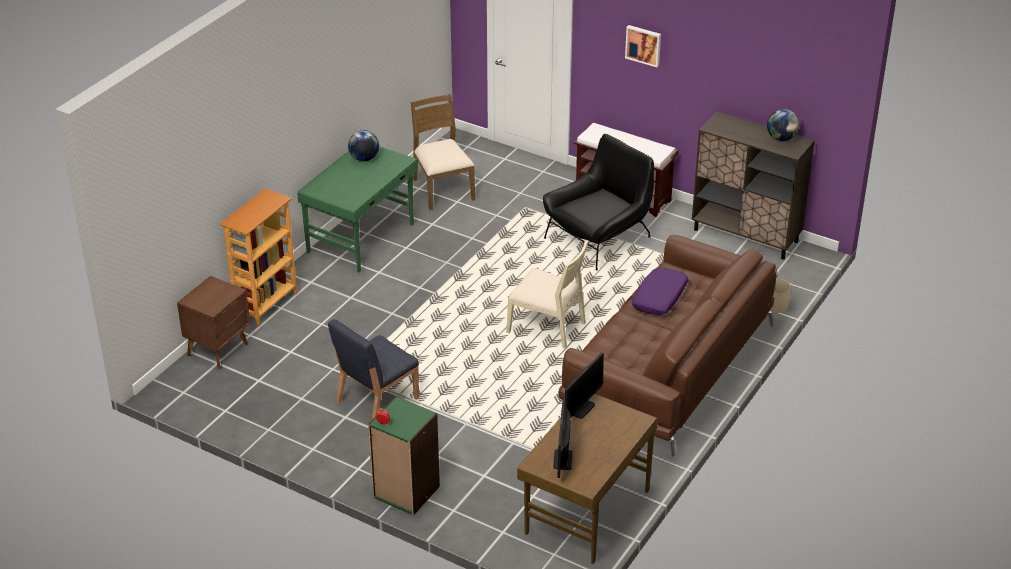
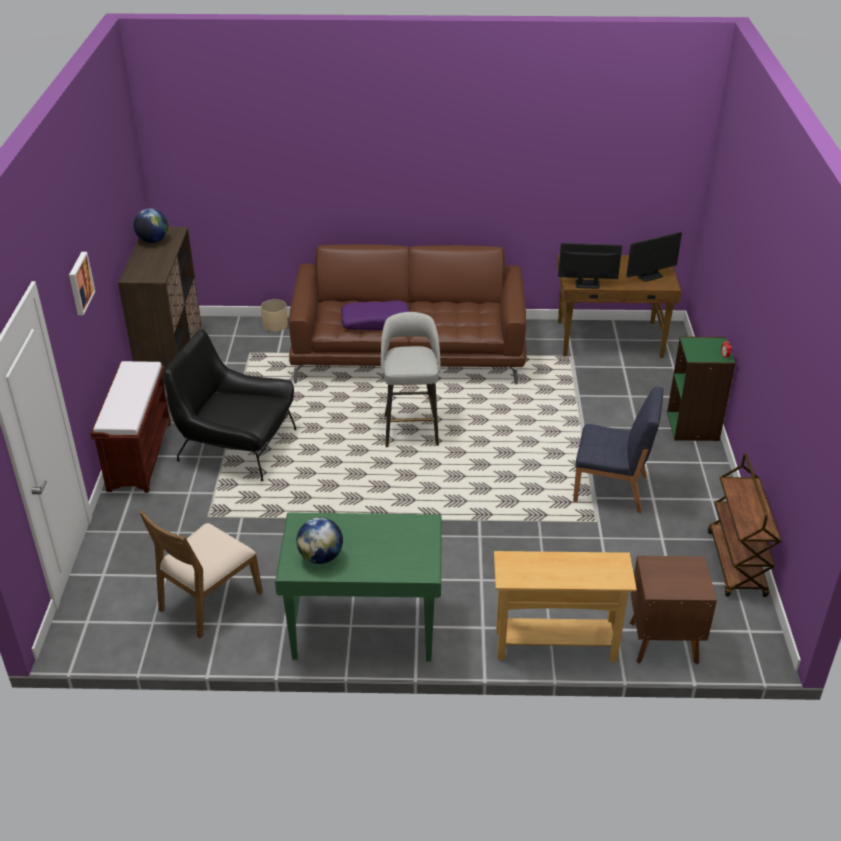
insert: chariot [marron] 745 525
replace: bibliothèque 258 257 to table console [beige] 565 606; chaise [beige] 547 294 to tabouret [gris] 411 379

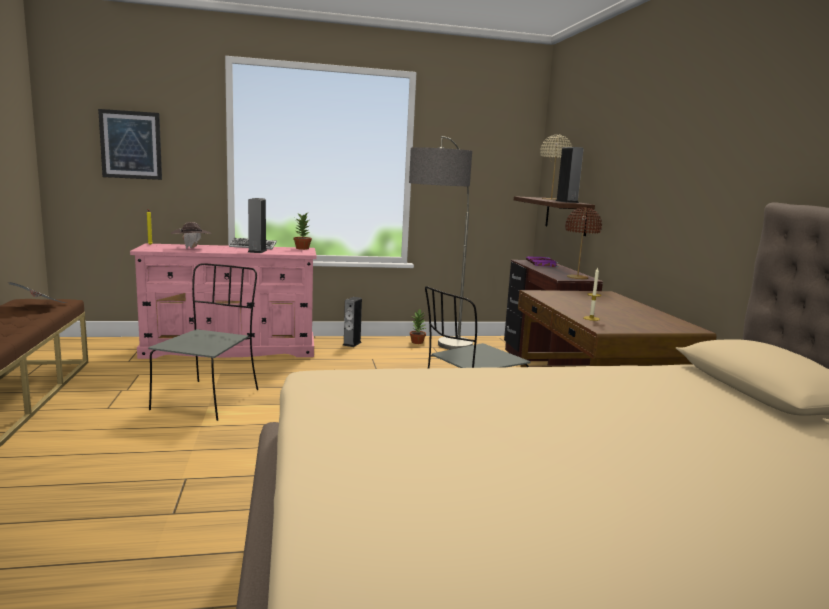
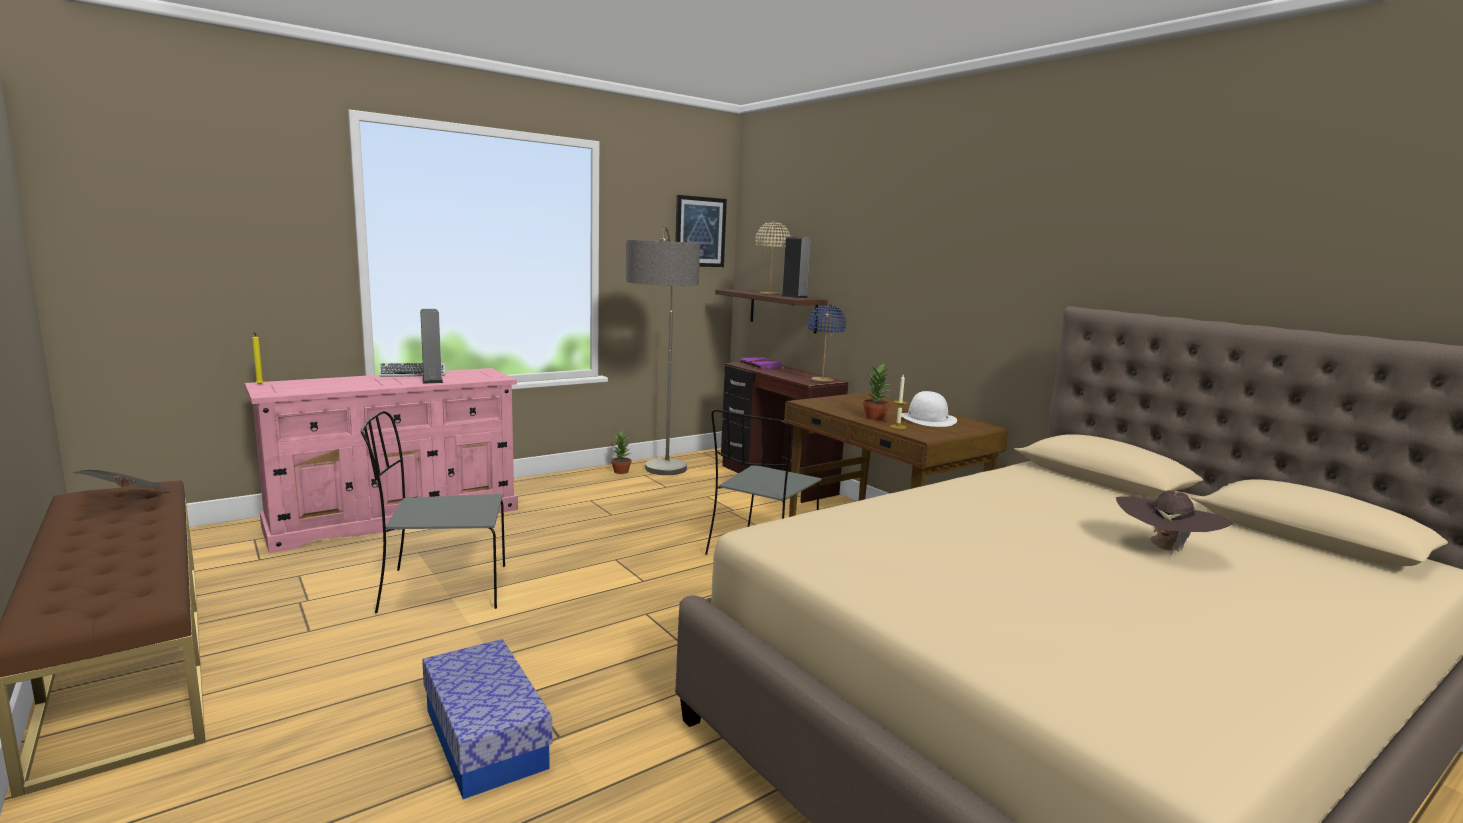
delete: enceinte 352 322
insert: boîte de rangement 487 719; chapeau [blanc] 929 409
move: tableau 130 144 to 701 231; chapeau [marron] 191 235 to 1174 523; plante en pot 303 231 to 876 392
recolor: lampe de table [marron] 583 243 to lampe de table [bleu] 827 343
rotate: chaise [gris] 203 342 = 433 512 90 degrees counterclockwise

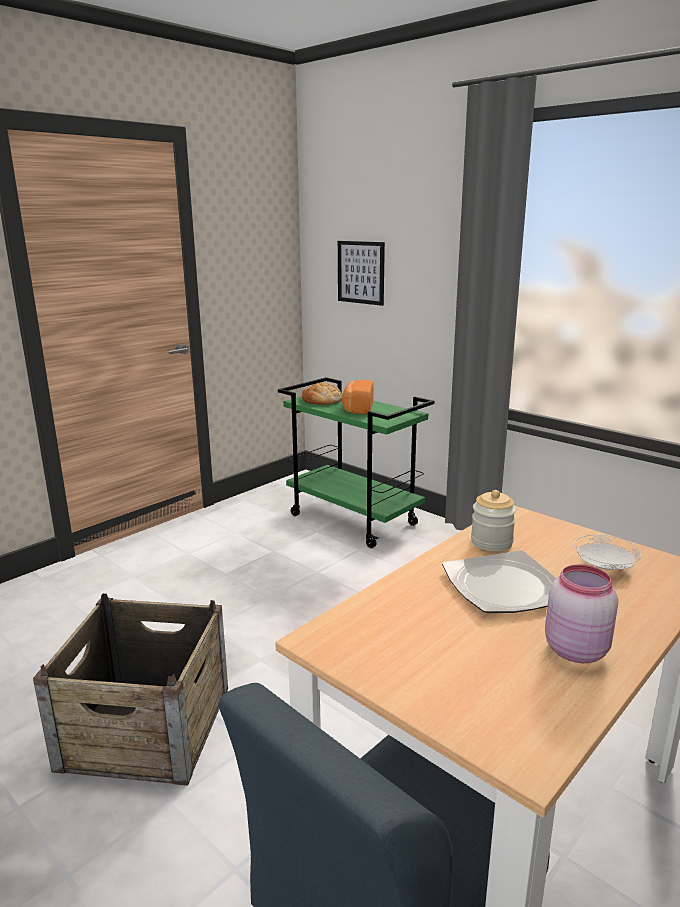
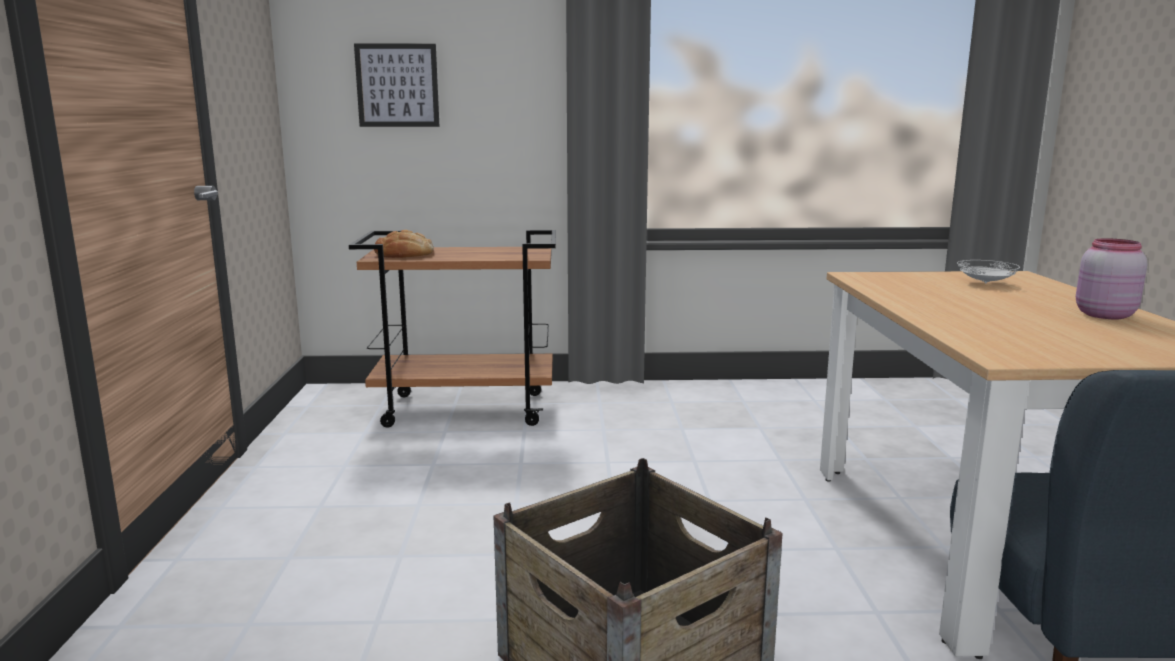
delete: pain 358 397; assiette 499 581; bocal 493 520
recolor: chariot [vert] 356 462 to chariot [marron] 452 329

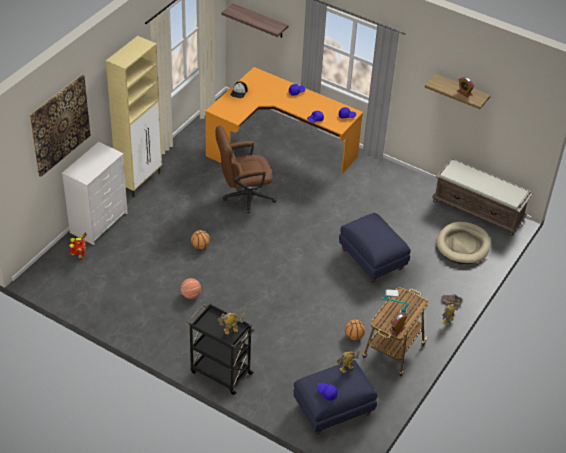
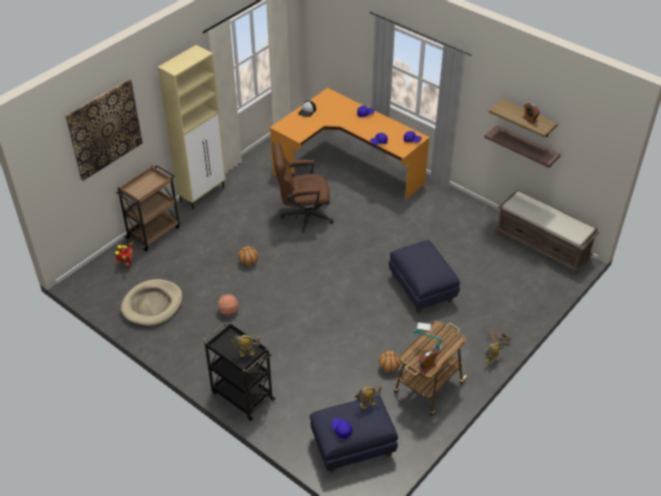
move: étagère 255 20 to 522 146; panier pour chien [beige] 463 243 to 152 302
replace: commode [blanc] 95 193 to chariot [marron] 148 208

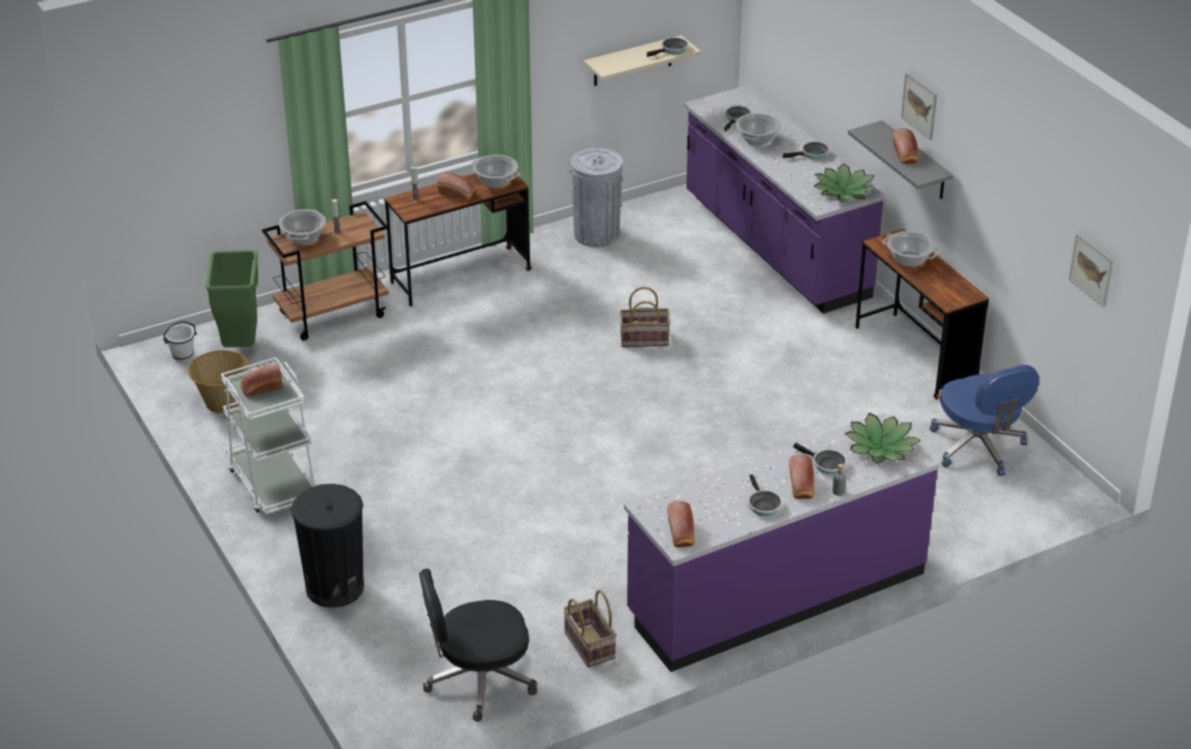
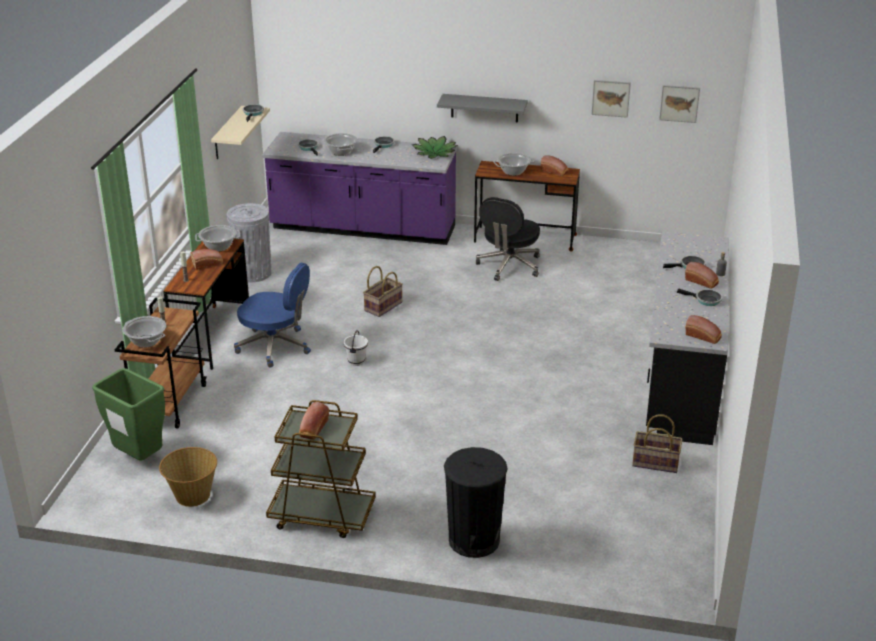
delete: plante en pot 883 438
move: seau [blanc] 180 341 to 356 348; chaise de bureau [noir] 478 645 to 508 239; pain 906 146 to 554 165; tableau 919 106 to 611 99; chaise de bureau [bleu] 984 420 to 272 314
recolor: chariot [blanc] 269 435 to chariot [marron] 321 469; comptoir de cuisine [violet] 781 542 to comptoir de cuisine [noir] 687 338

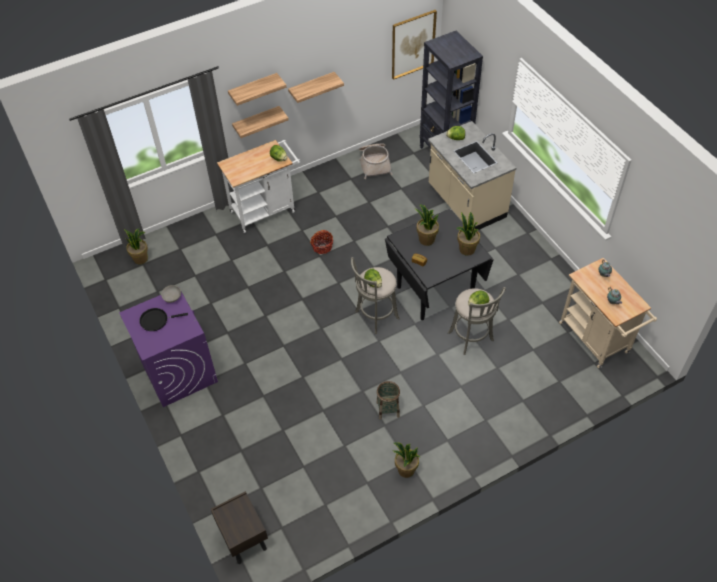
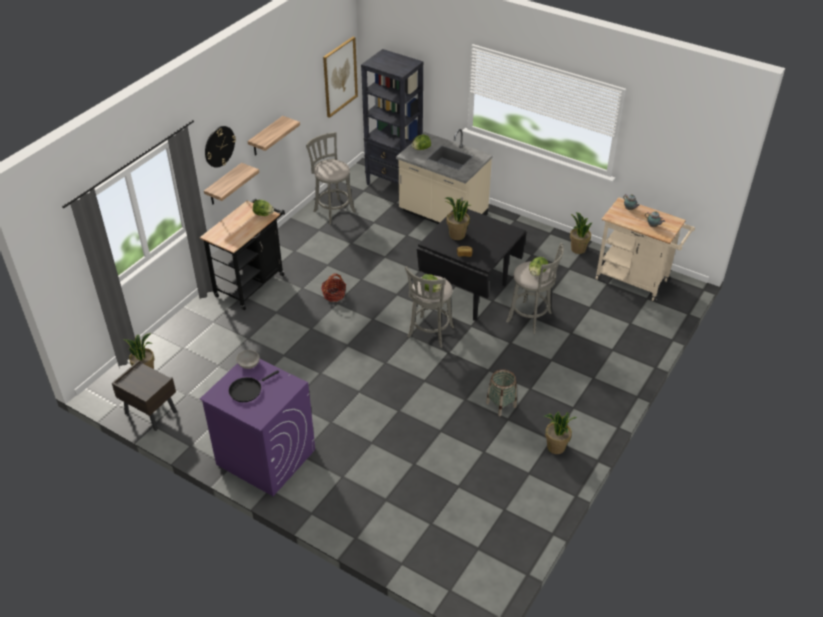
move: table de chevet [marron] 239 527 to 144 395; plante en pot 468 234 to 581 233
replace: étagère 257 89 to horloge murale 220 147; panier 376 161 to tabouret [gris] 331 178
recolor: chariot [blanc] 259 186 to chariot [noir] 242 254

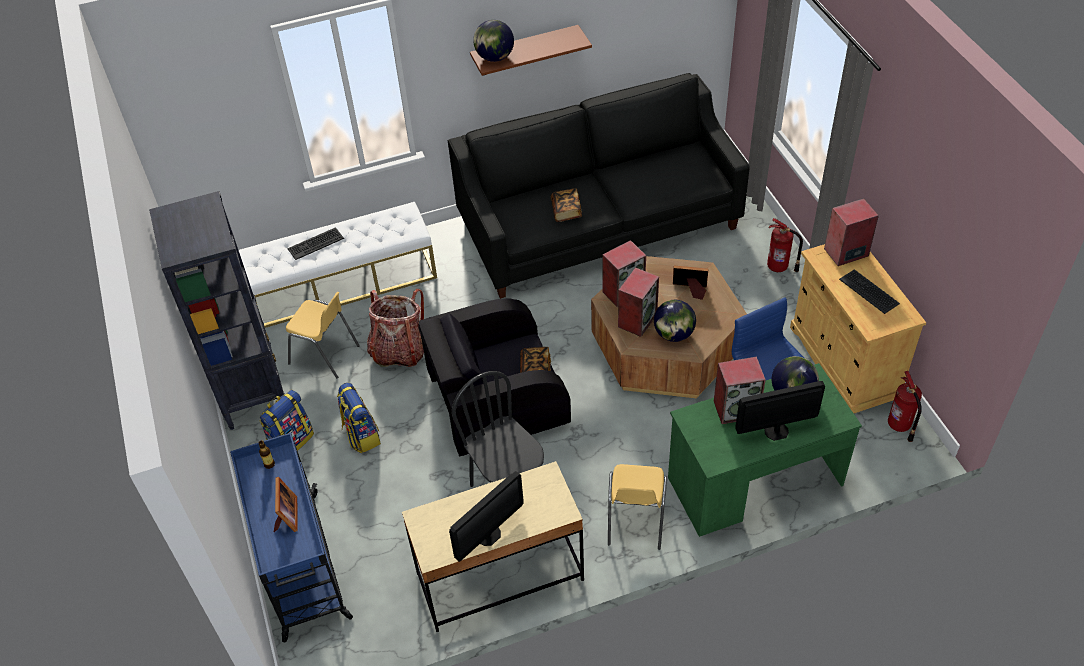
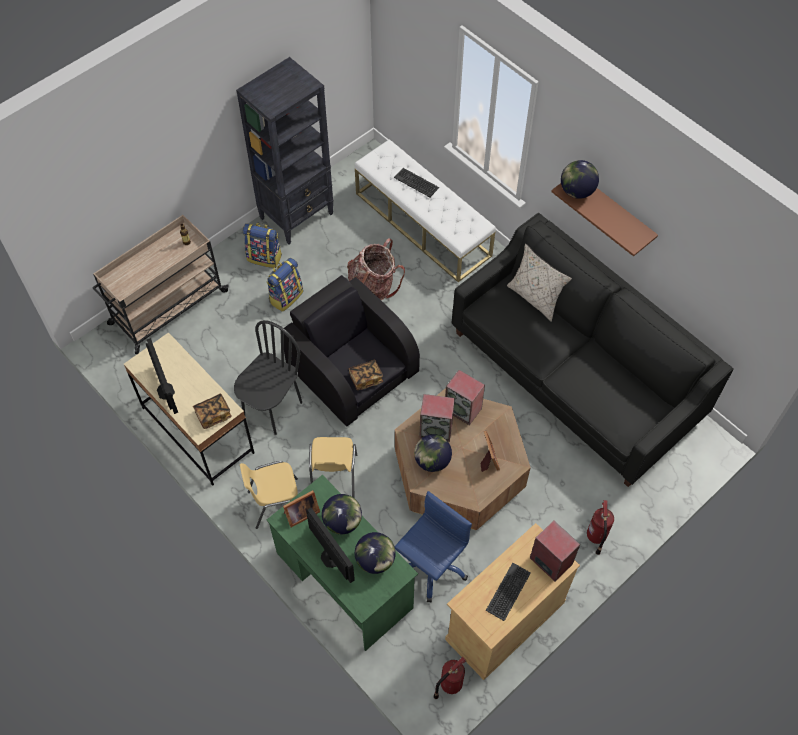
insert: coussin [beige] 539 283
move: cadre photo 286 504 to 301 508; chaise [jaune] 323 335 to 333 467; livre 566 205 to 212 411
replace: enceinte 740 390 to globe 342 514
recolor: chariot [bleu] 291 537 to chariot [beige] 160 284
rotate: écran d'ordinateur 486 516 = 162 376 135 degrees counterclockwise

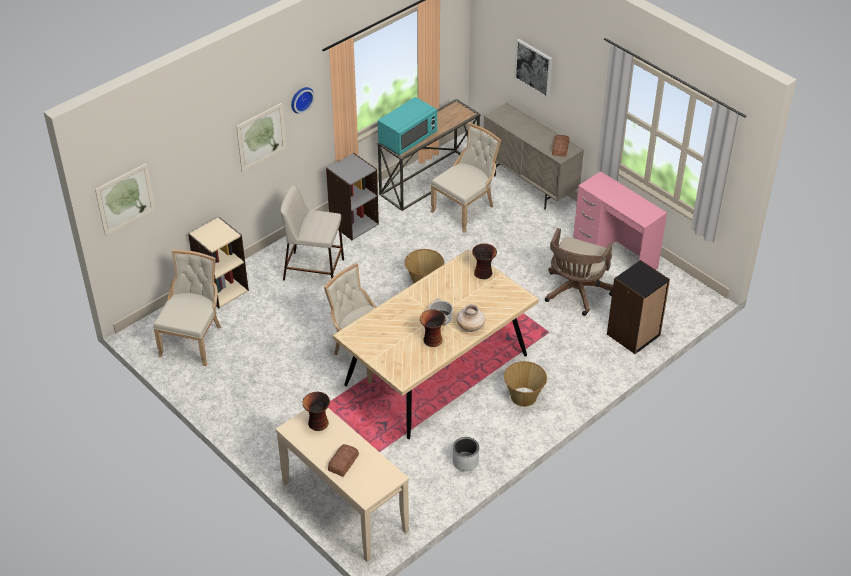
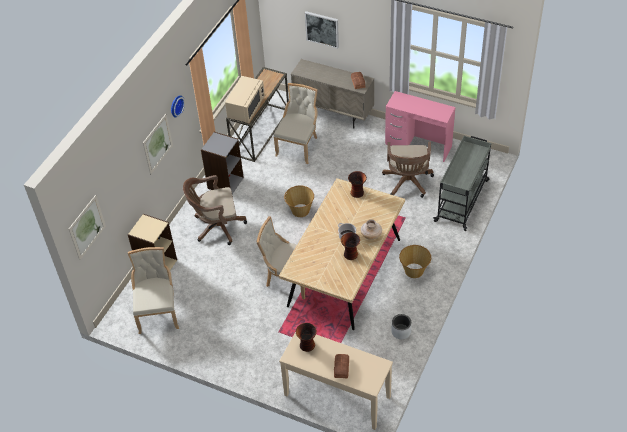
replace: tabouret [beige] 312 233 to chaise de bureau [marron] 215 210; bibliothèque [noir] 638 307 to chariot [gris] 462 183
recolor: micro-ondes [turquoise] 407 126 to micro-ondes [beige] 245 99

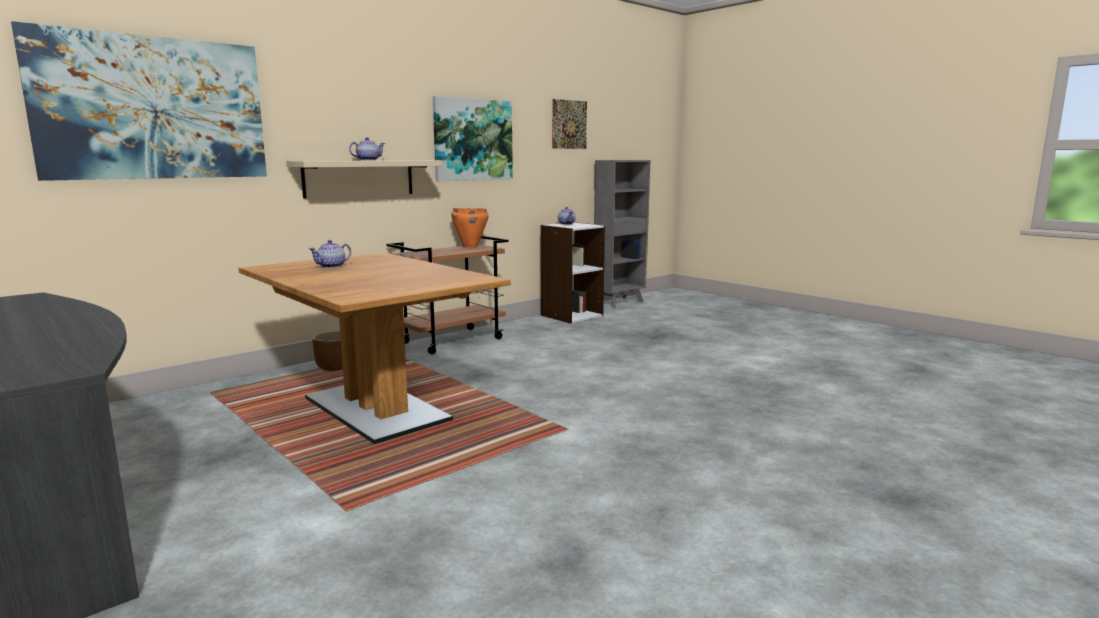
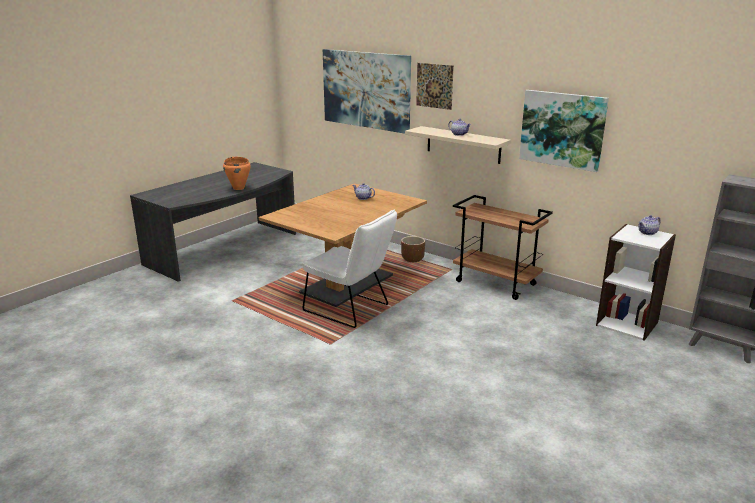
insert: chaise [blanc] 349 268
move: marmite [orange] 469 228 to 237 173; tableau 569 124 to 435 86

